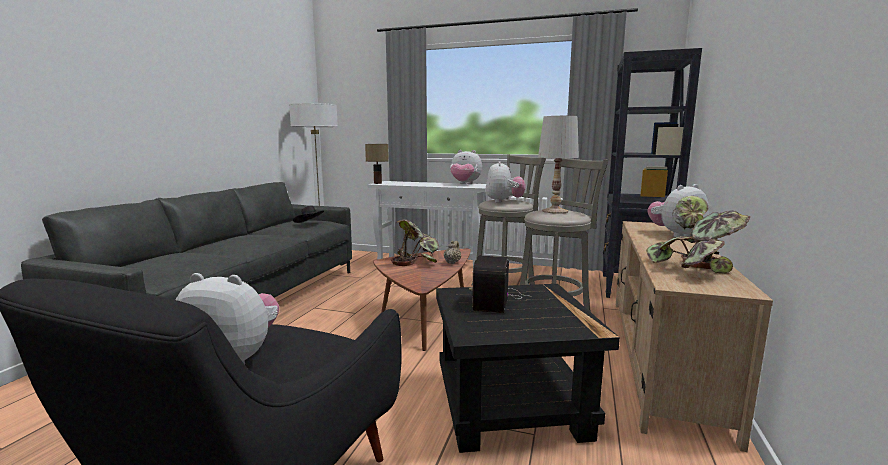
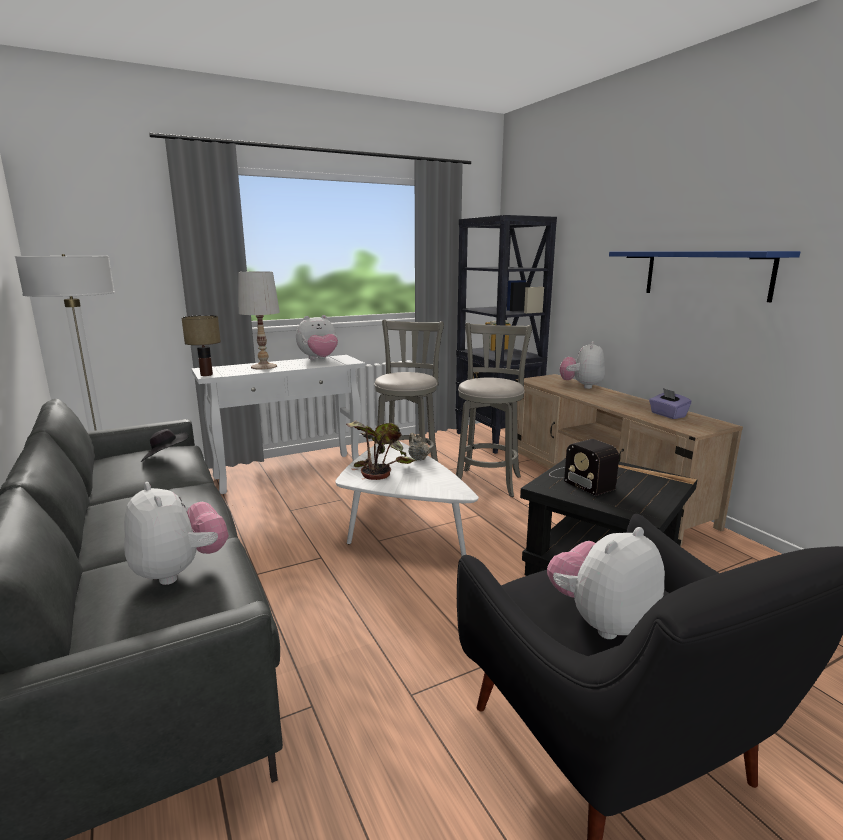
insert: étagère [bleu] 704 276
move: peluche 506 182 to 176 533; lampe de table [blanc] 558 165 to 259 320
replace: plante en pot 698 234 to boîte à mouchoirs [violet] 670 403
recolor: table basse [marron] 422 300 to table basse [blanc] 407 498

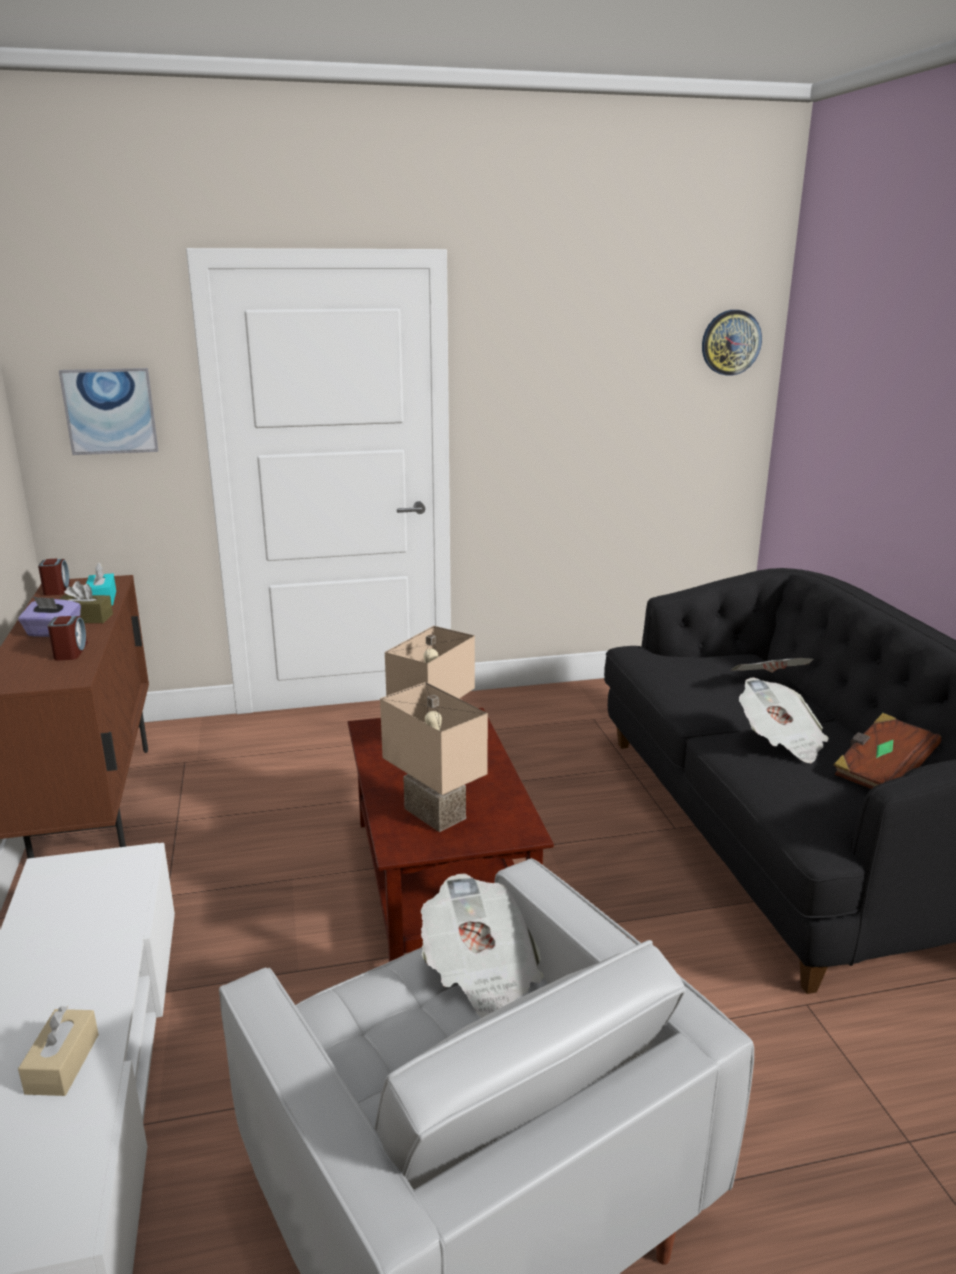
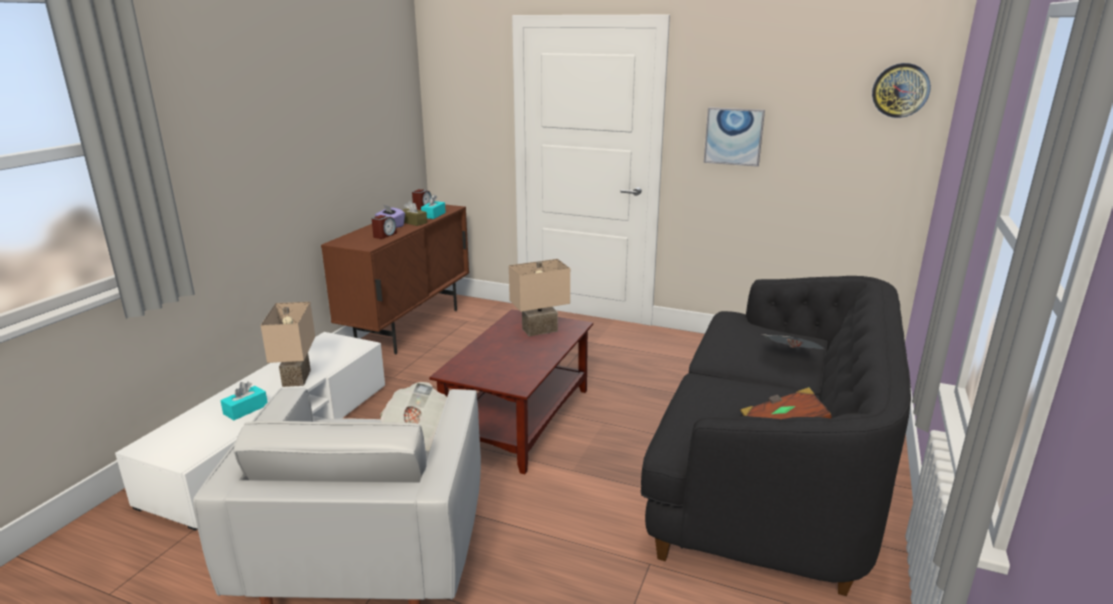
delete: journal 784 720
move: tableau 108 411 to 734 137; lampe de table [beige] 434 757 to 288 344
recolor: boîte à mouchoirs [beige] 58 1051 to boîte à mouchoirs [turquoise] 244 400

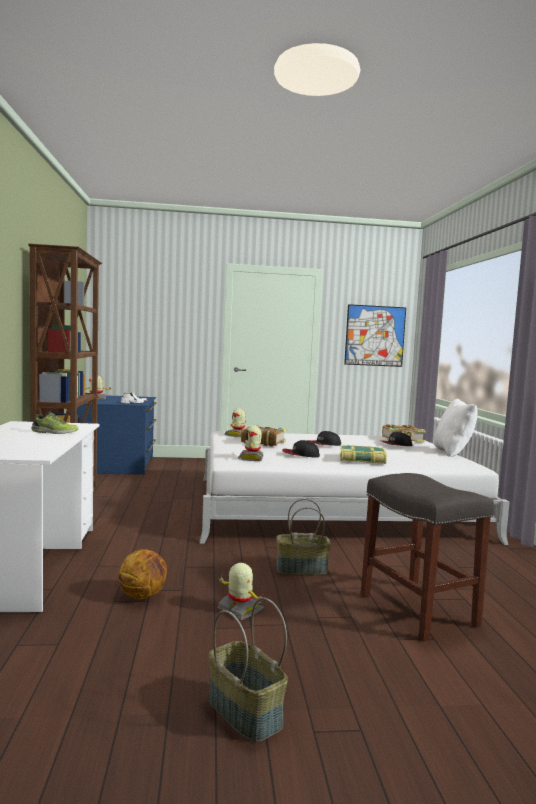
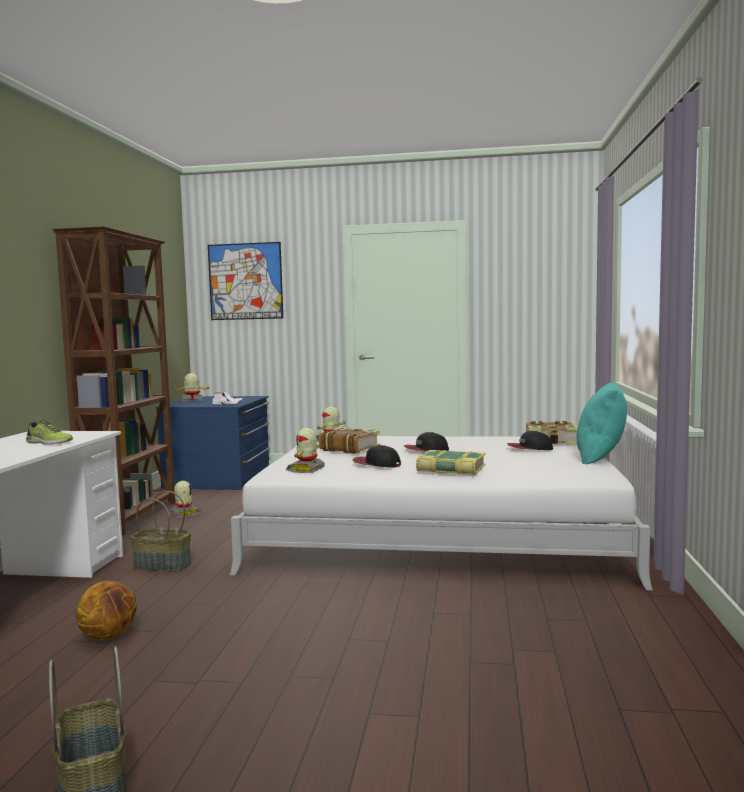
delete: tabouret [gris] 427 557
move: robot jouet 240 591 to 185 499; panier 303 537 to 160 531; tableau 375 335 to 245 281
recolor: coussin [blanc] 456 428 to coussin [turquoise] 601 423

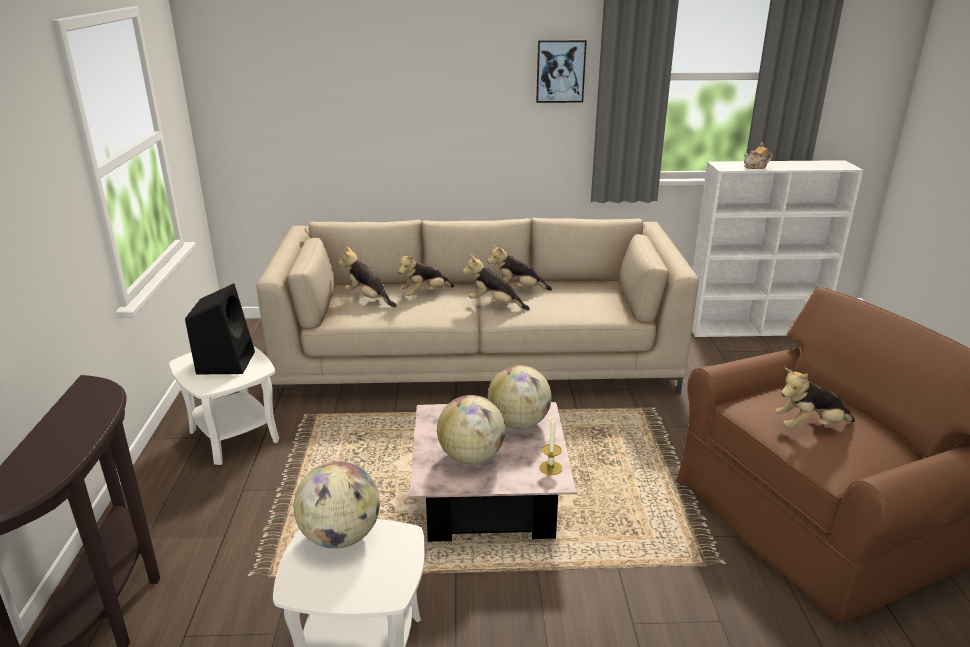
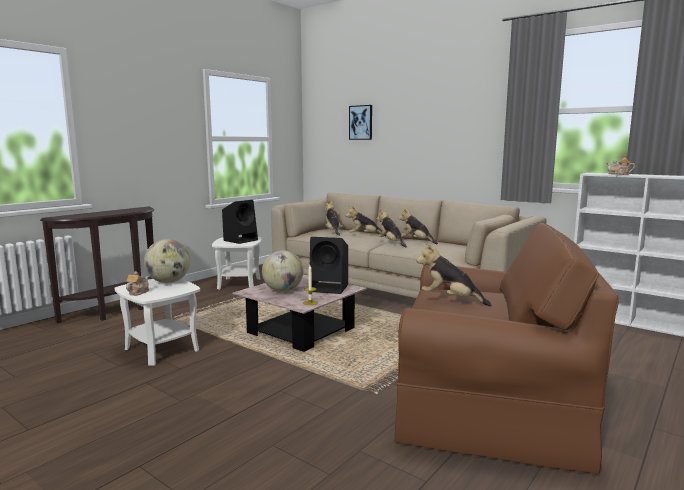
insert: théière 137 283
move: tableau 561 71 to 360 122
replace: globe 519 397 to enceinte [noir] 329 265

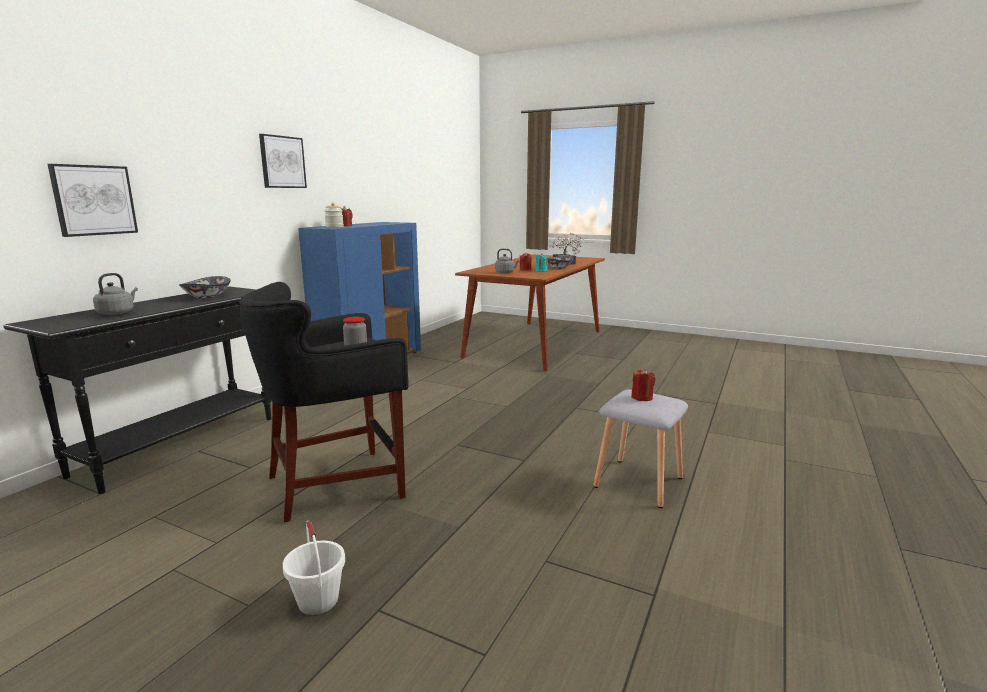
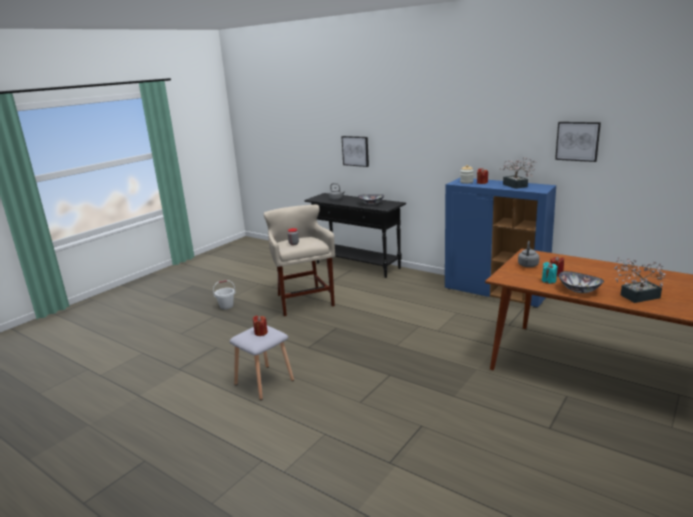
insert: plante en pot 518 173
move: tableau 283 161 to 578 142
recolor: tabouret [noir] 323 402 to tabouret [beige] 299 261

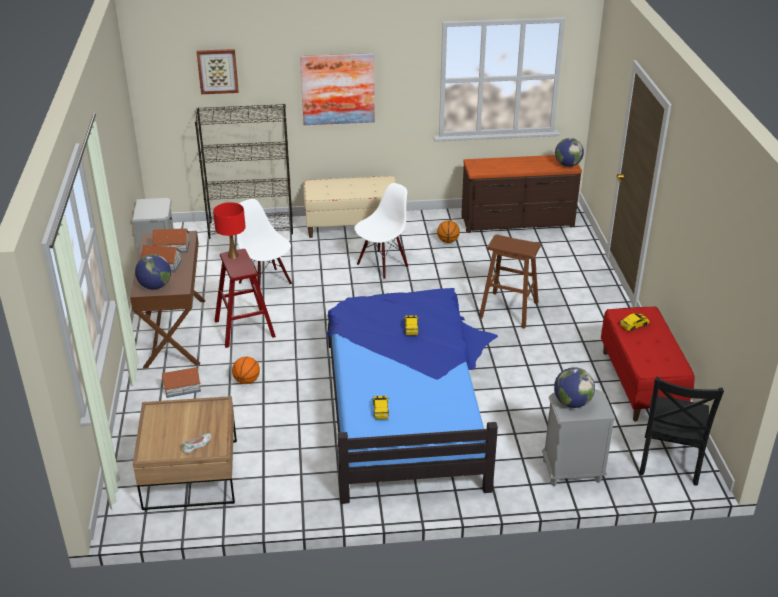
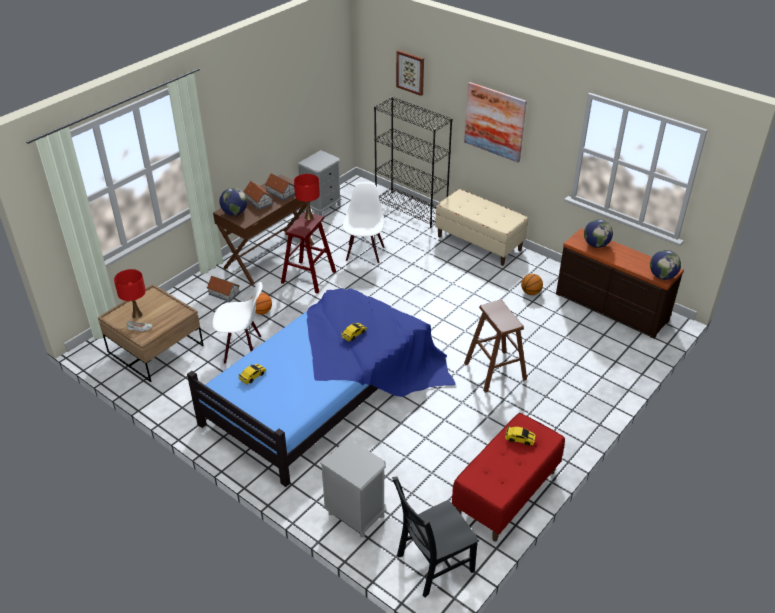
insert: lampe de table [rouge] 130 293
move: chaise [blanc] 381 231 to 237 323; globe 574 387 to 598 233

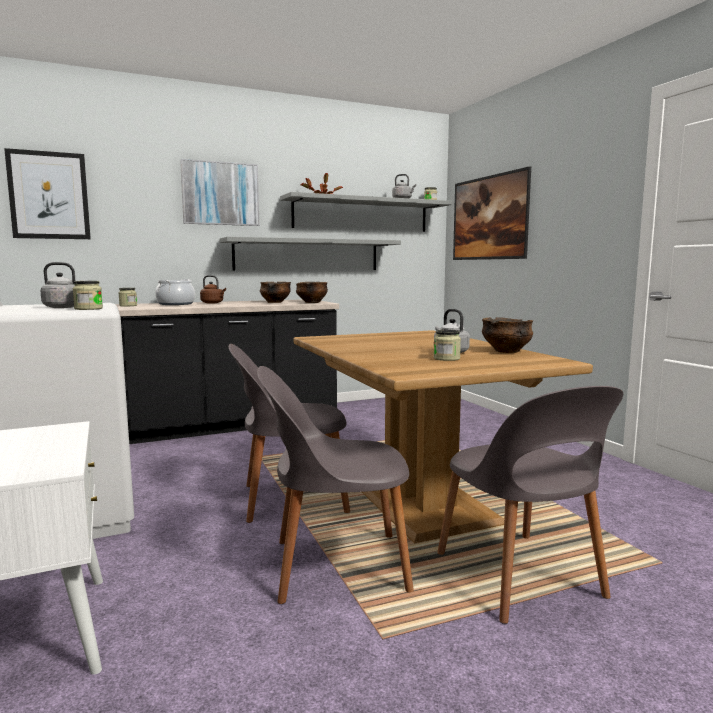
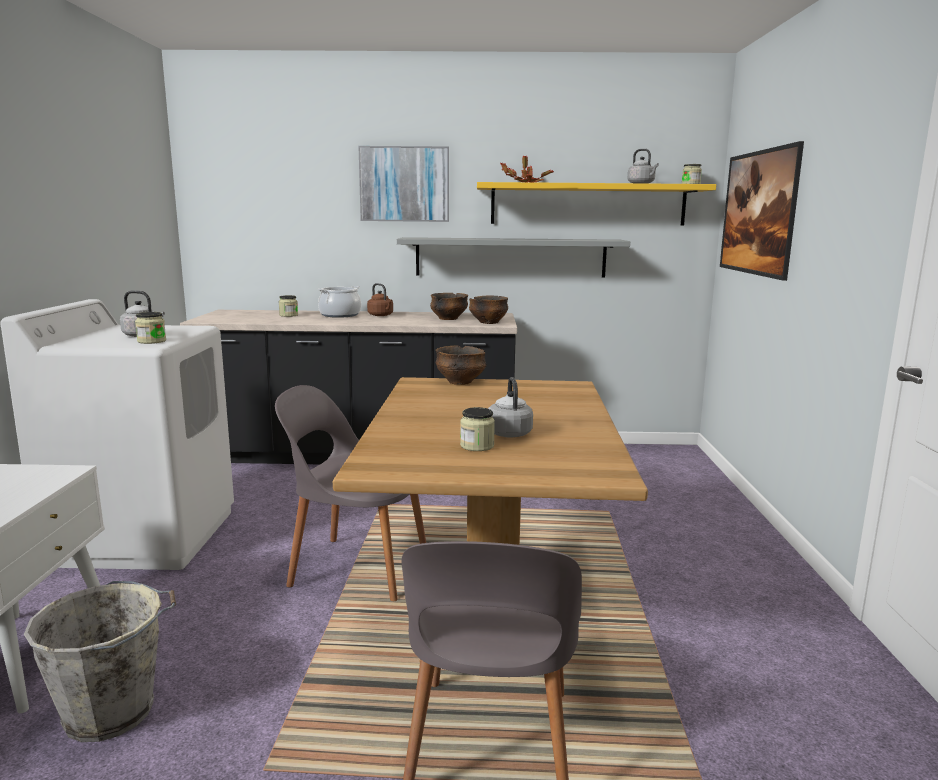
delete: tableau 47 193; chaise [gris] 335 485
insert: seau [gris] 100 661
move: bol 507 335 to 460 365
recolor: étagère [gris] 366 212 to étagère [jaune] 596 204

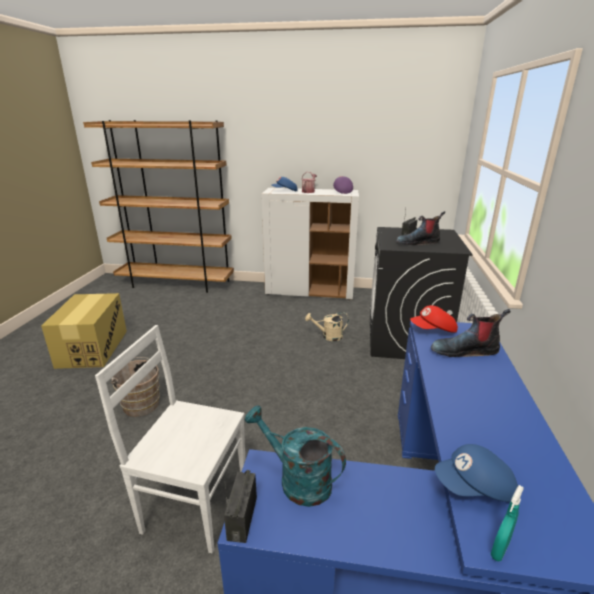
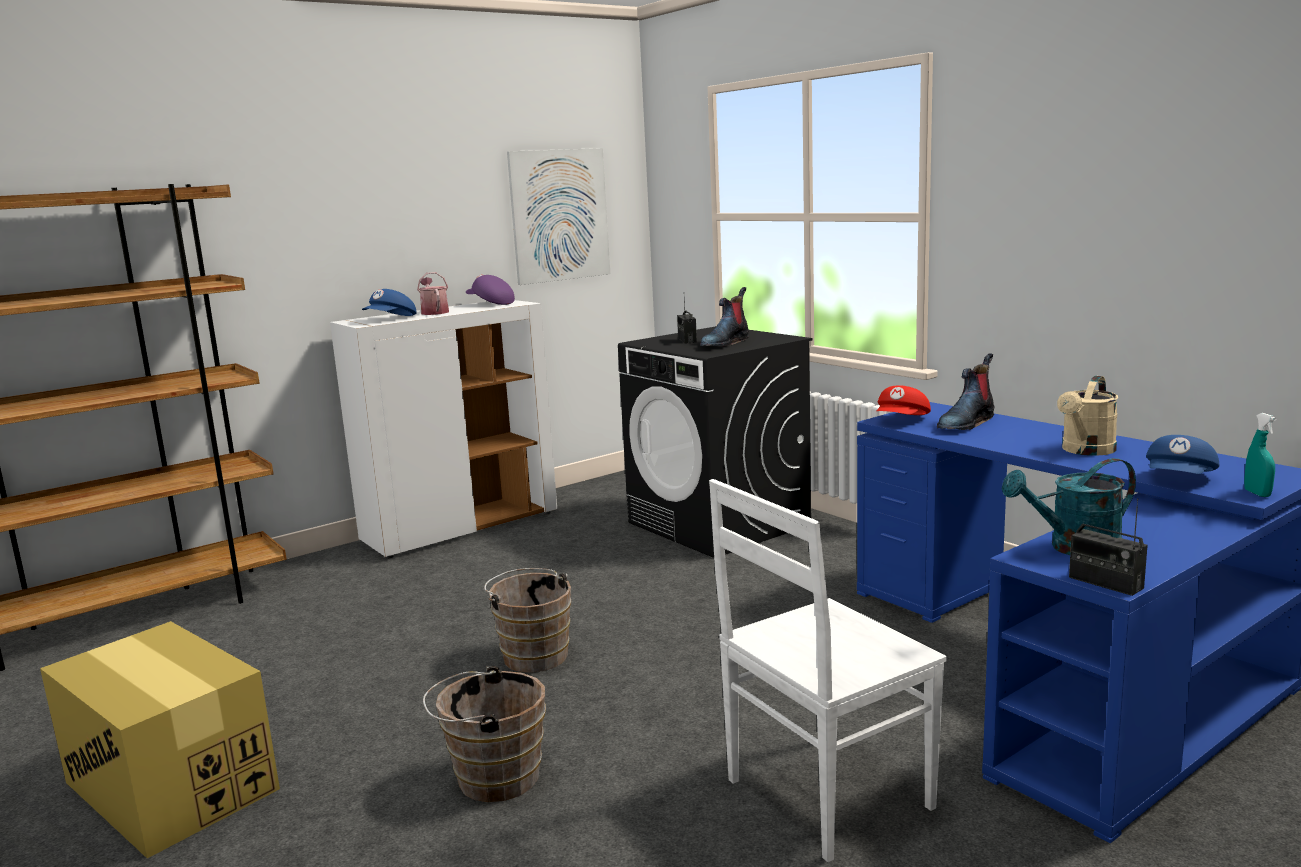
insert: seau [marron] 527 620; tableau 559 216
move: arrosoir [beige] 327 326 to 1087 416

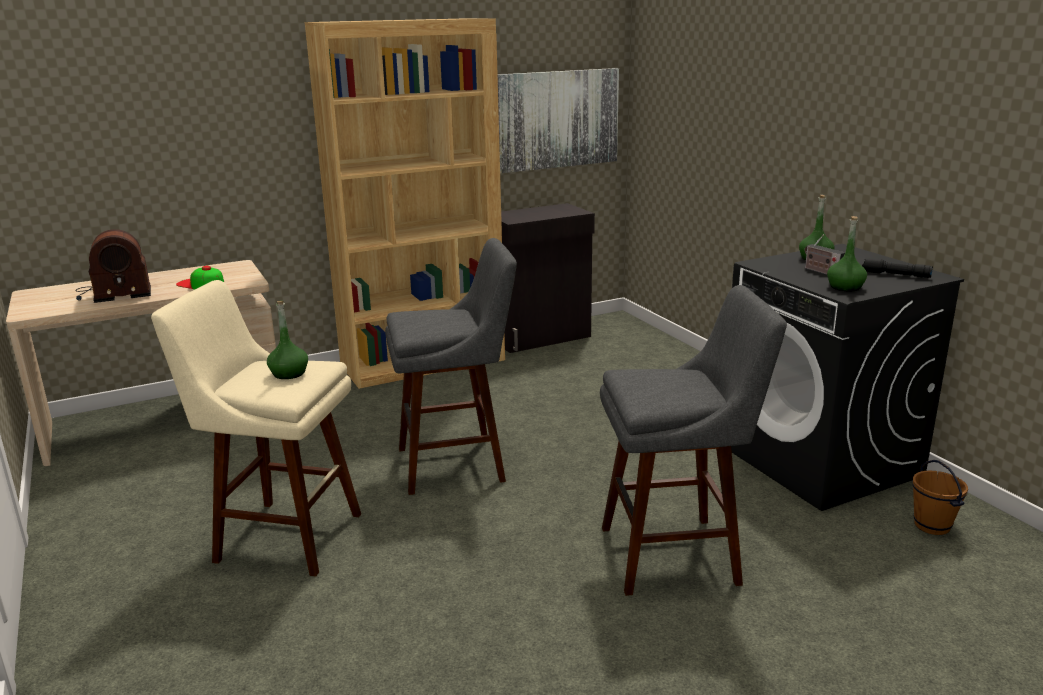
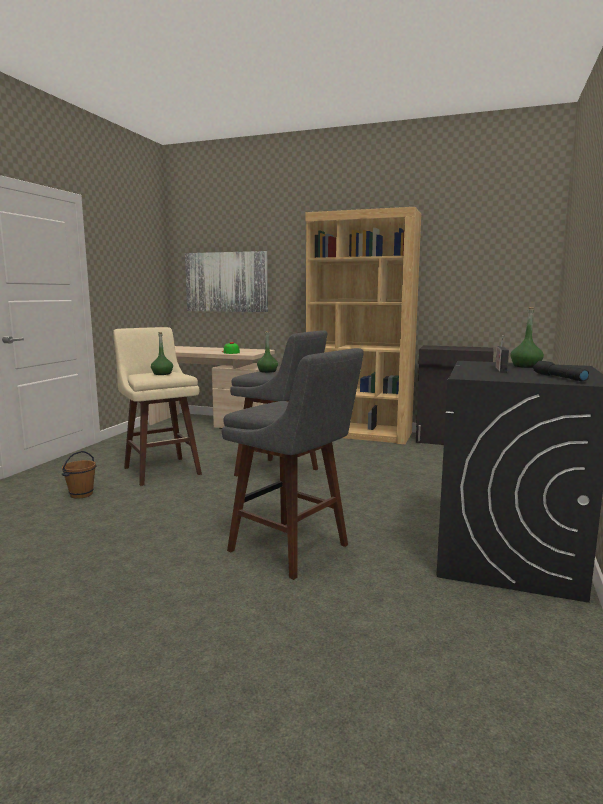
delete: radio 113 266
move: tableau 558 120 to 226 281; bouteille [vert] 847 253 to 267 352; seau [marron] 940 497 to 79 475

